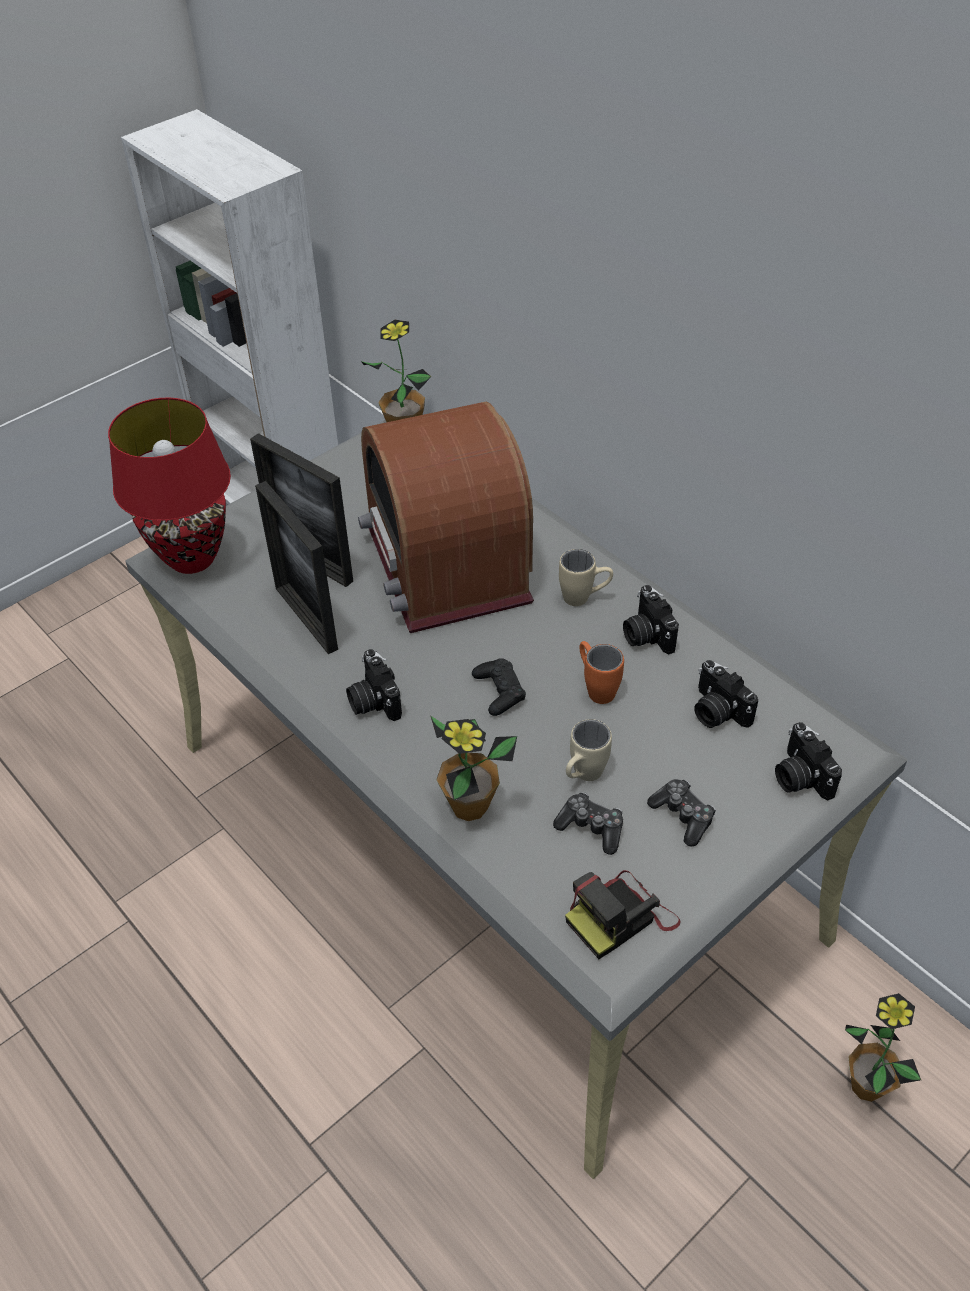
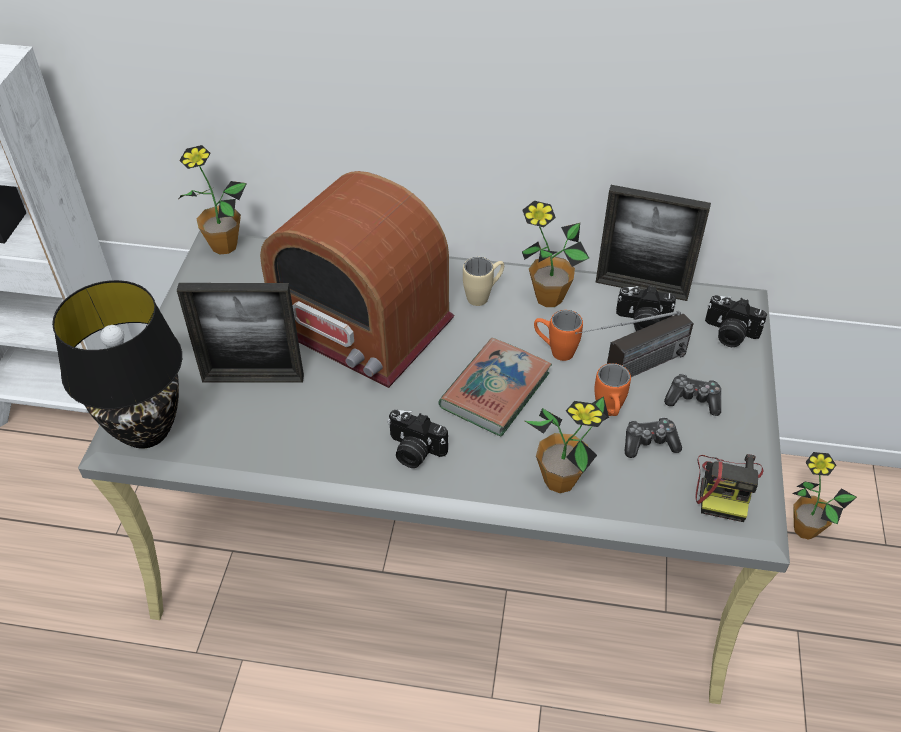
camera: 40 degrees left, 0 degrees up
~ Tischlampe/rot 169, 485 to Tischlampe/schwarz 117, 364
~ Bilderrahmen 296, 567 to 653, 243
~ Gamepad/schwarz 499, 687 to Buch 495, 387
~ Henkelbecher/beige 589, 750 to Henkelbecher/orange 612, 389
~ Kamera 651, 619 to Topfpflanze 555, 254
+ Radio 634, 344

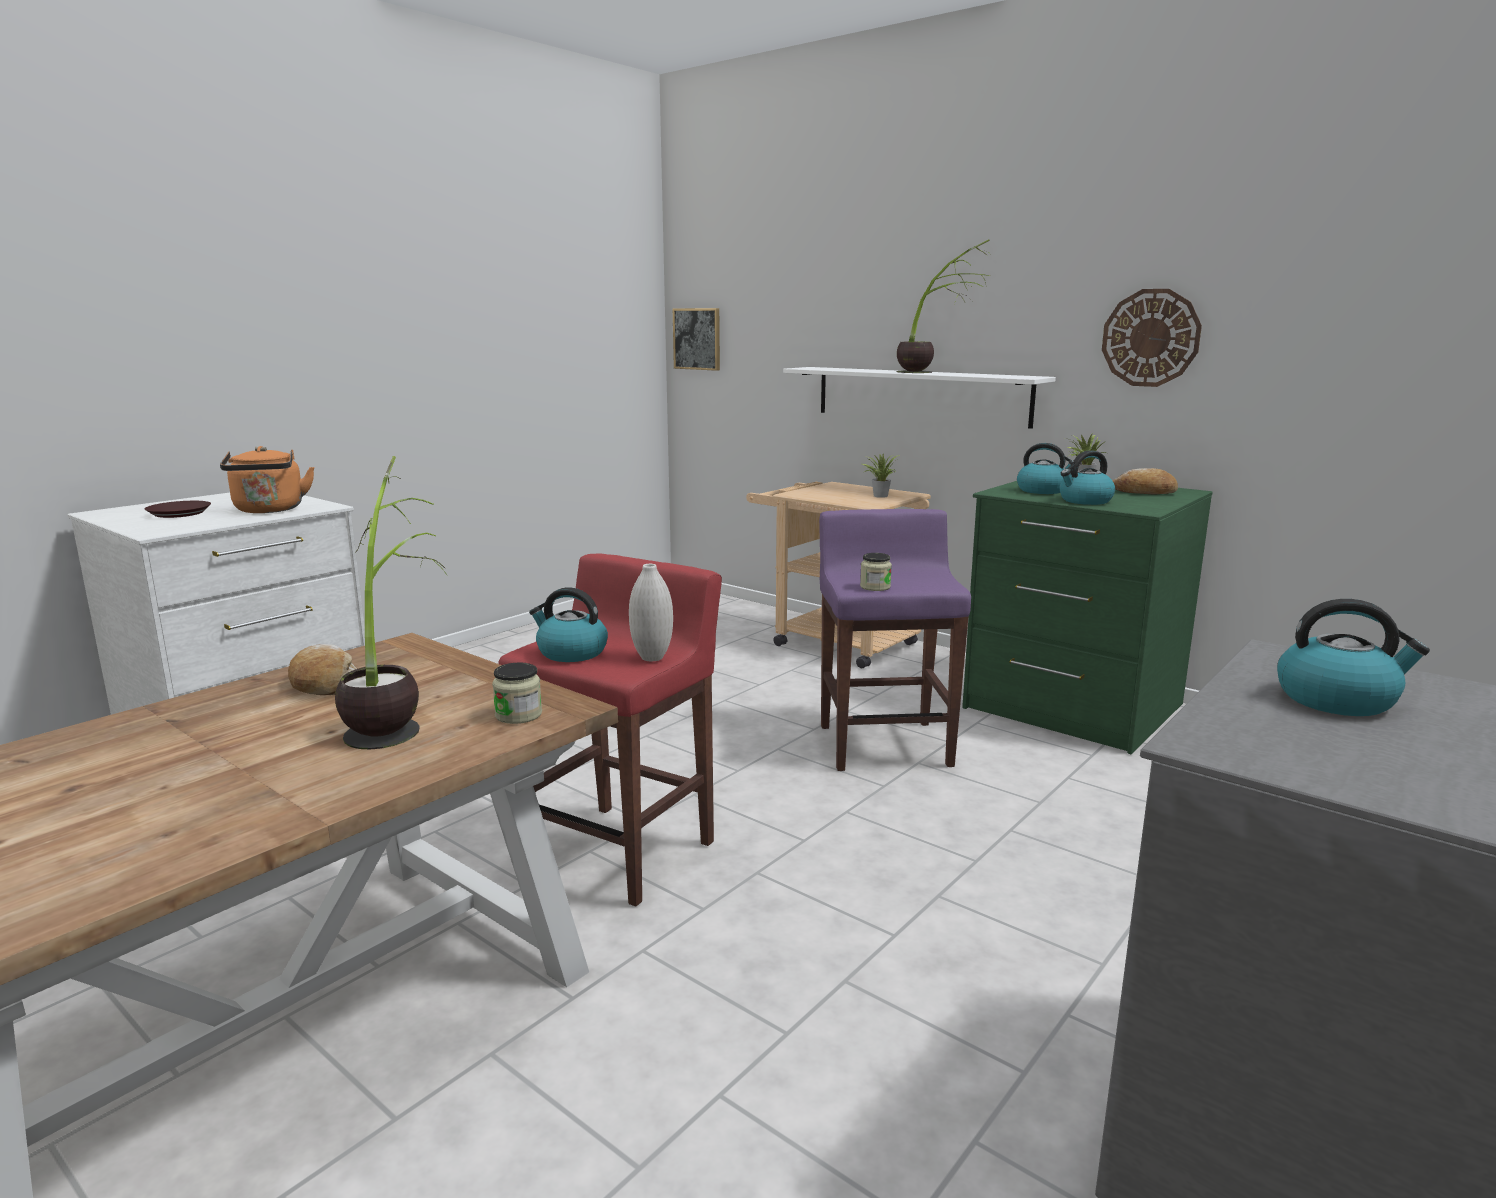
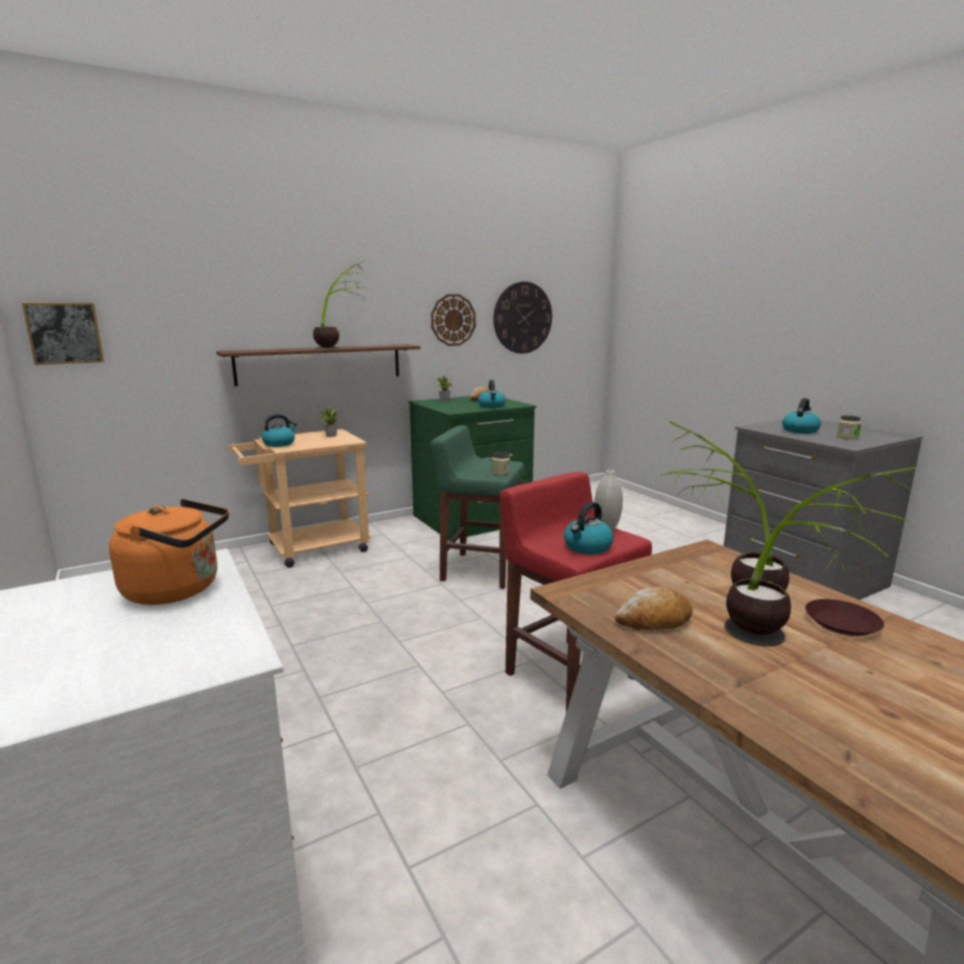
camera: 70 degrees left, 0 degrees up
~ Teller/braun 177, 509 to 844, 617
~ Vorratsglas 517, 693 to 849, 427
~ Wandregal/weiß 919, 398 to Wandregal/braun 318, 365
~ Hocker/lila 895, 640 to Hocker/grün 477, 507
~ Wasserkessel 1045, 468 to 279, 430
+ Wanduhr 522, 318
+ Topfpflanze 820, 556

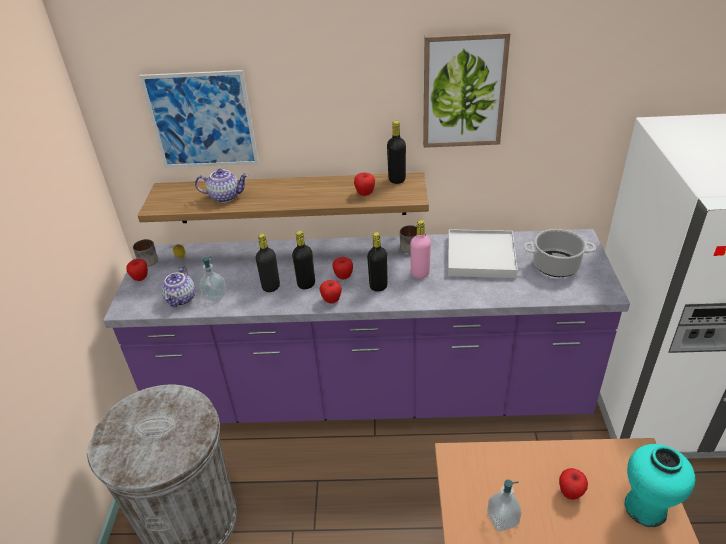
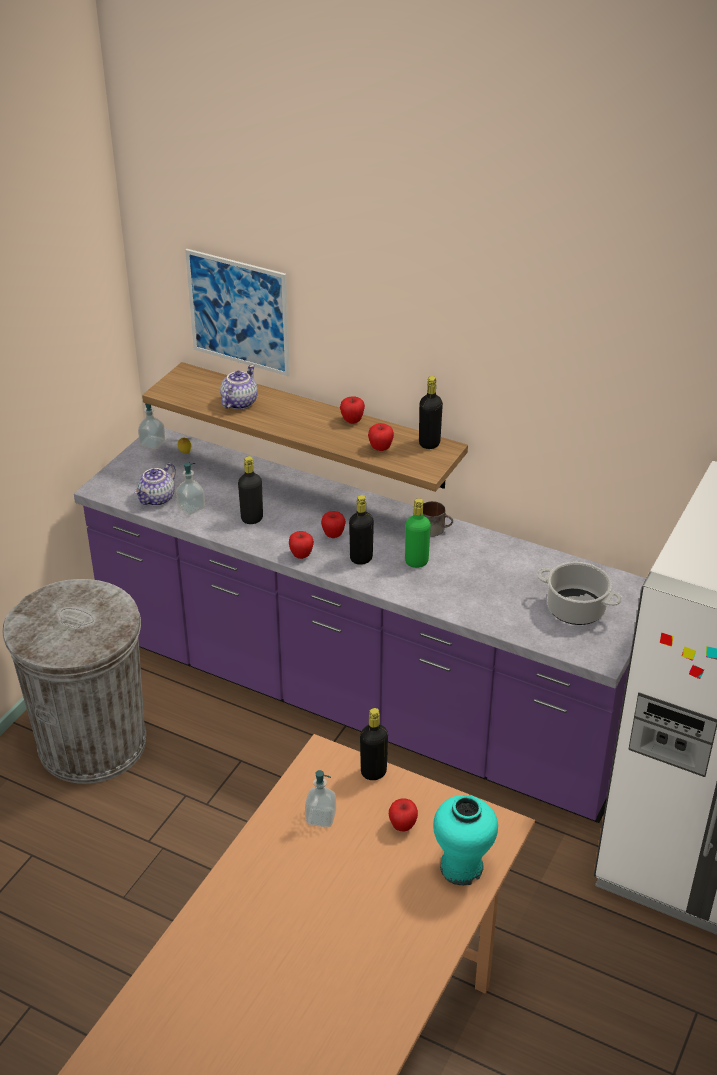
camera: 25 degrees right, 0 degrees up
~ Apfel 137, 270 to 352, 410
~ Henkelbecher 145, 253 to Seifenspender 151, 426
~ Teekanne 221, 186 = 239, 387 90 degrees counterclockwise
~ Flasche/schwarz 303, 260 to 374, 744
~ Flasche/rosa 420, 249 to Flasche/grün 418, 533
- Bild 466, 89
- Tablett/weiß 483, 253

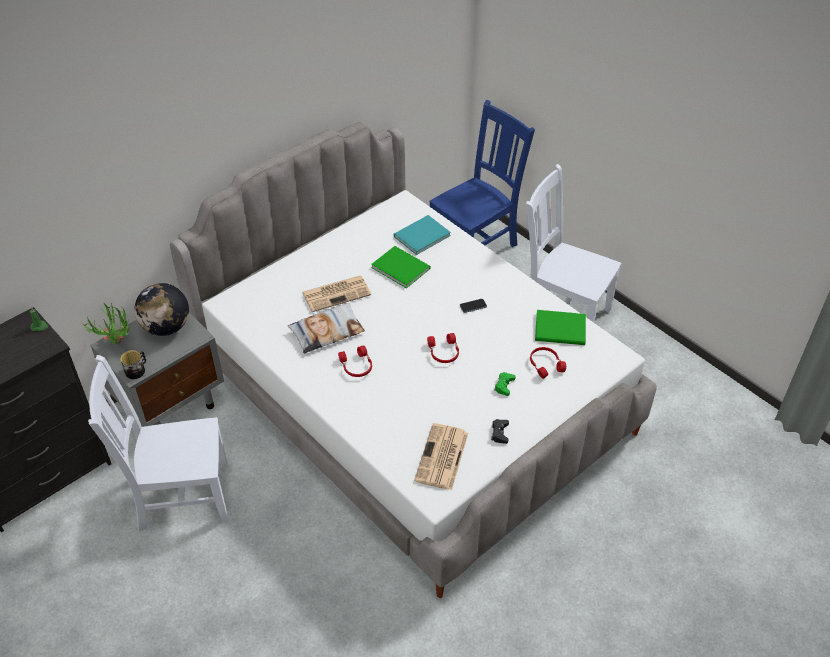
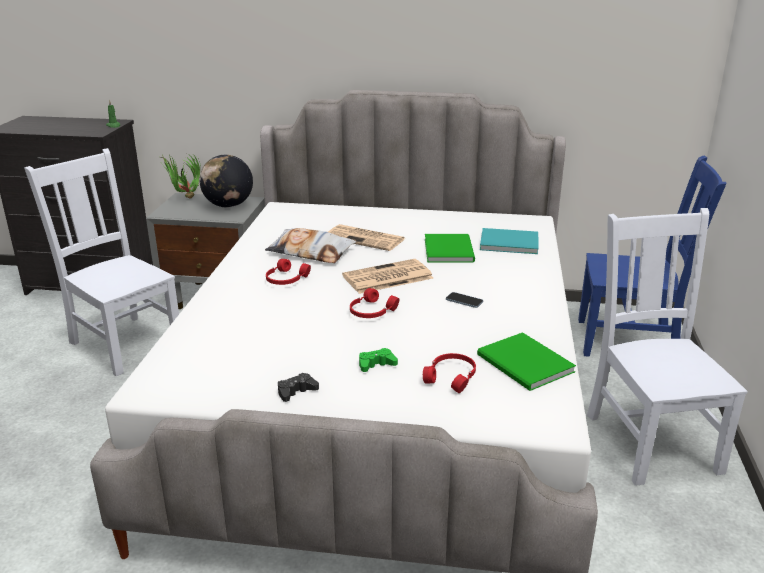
camera: 50 degrees right, 20 degrees down
- Henkelbecher 133, 364
~ Zeitung 441, 456 to 387, 276

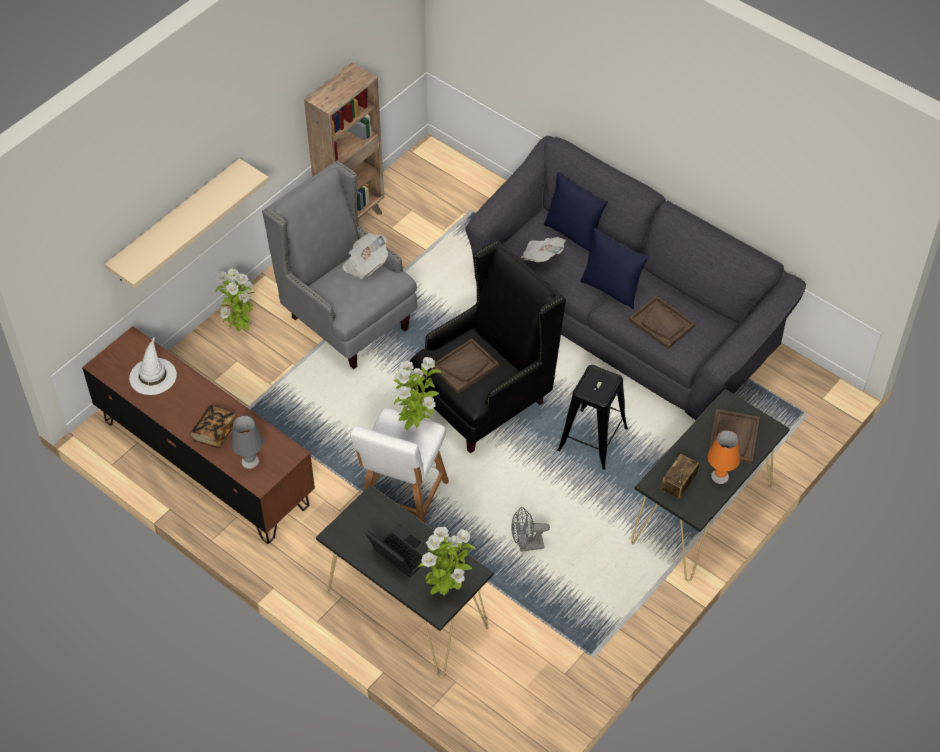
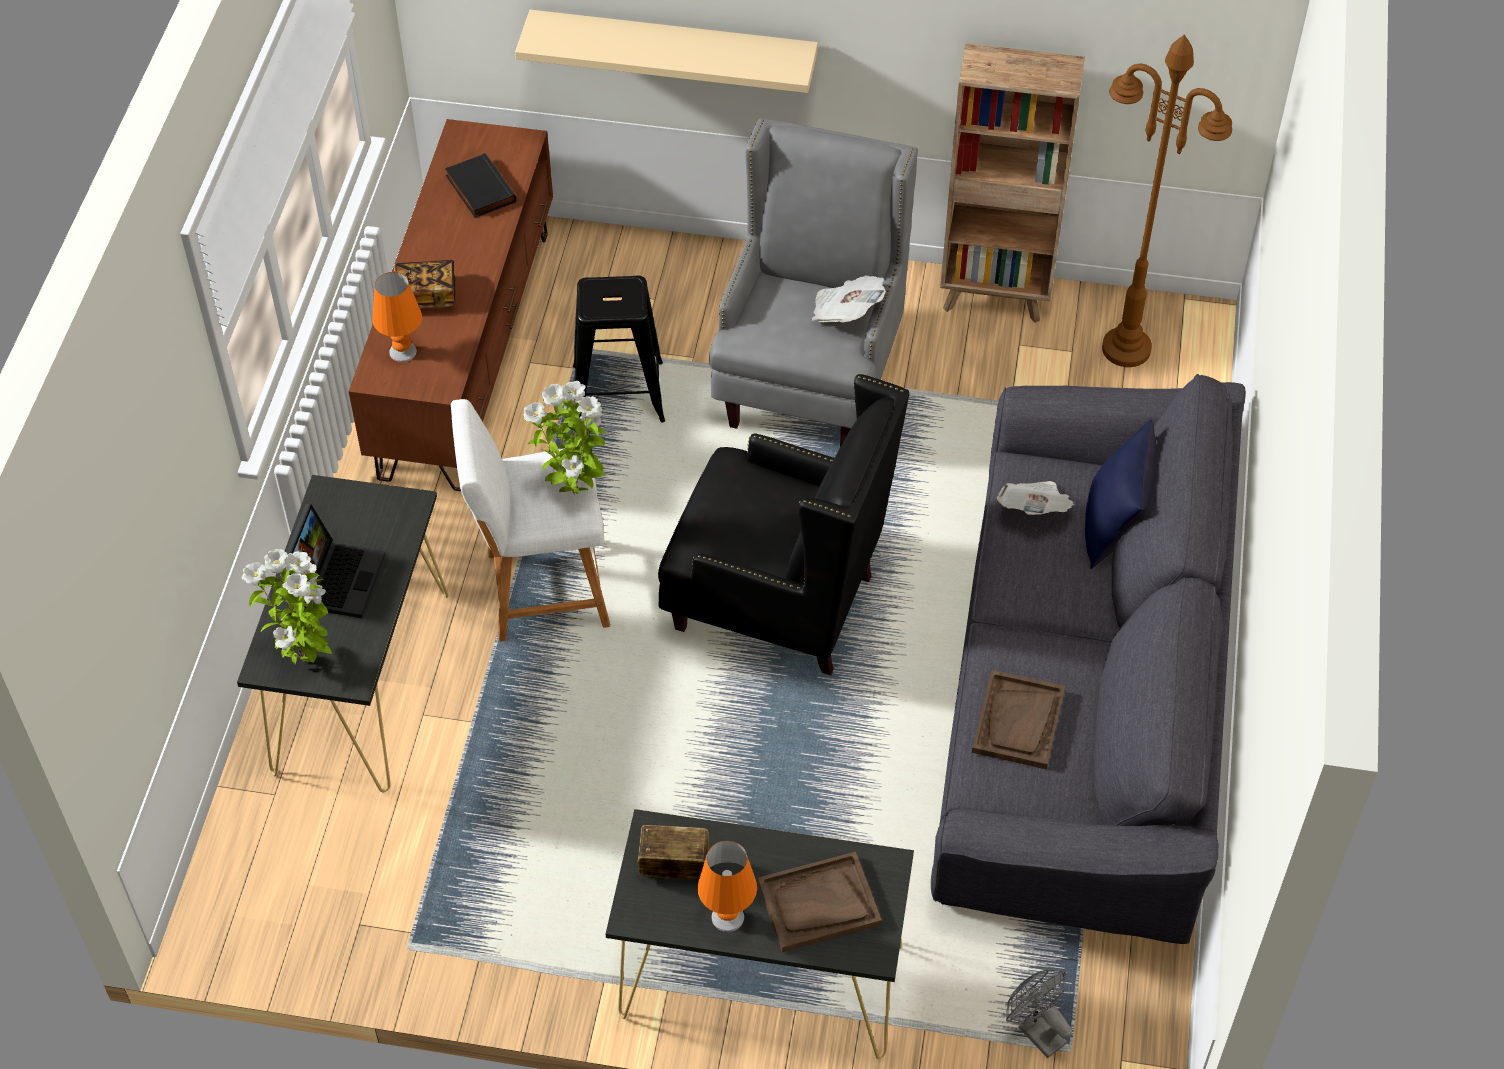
camera: 60 degrees right, 0 degrees up
~ Hut/weiß 153, 366 to Buch/schwarz 481, 185
- Topfpflanze 235, 300
~ Tischlampe/grau 247, 442 to Tischlampe/orange 397, 317
- Tablett/braun 465, 366
~ Ventilator/grau 530, 529 to 1039, 1013
~ Hocker/schwarz 592, 417 to 619, 349
- Kissen/blau 614, 268
+ Stehlampe/braun 1167, 201

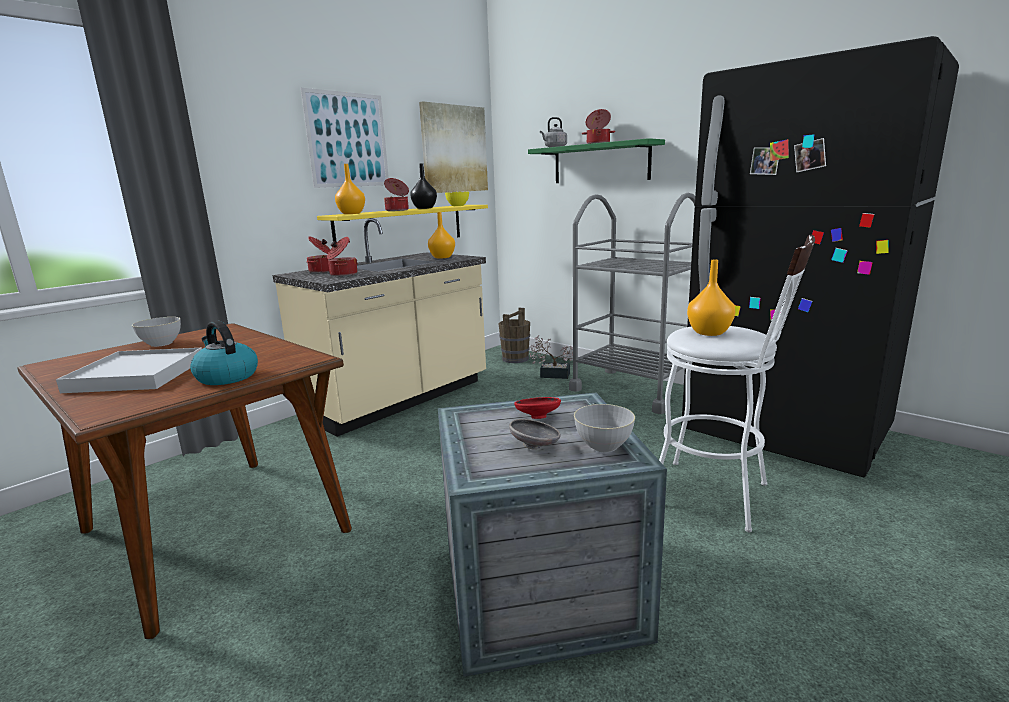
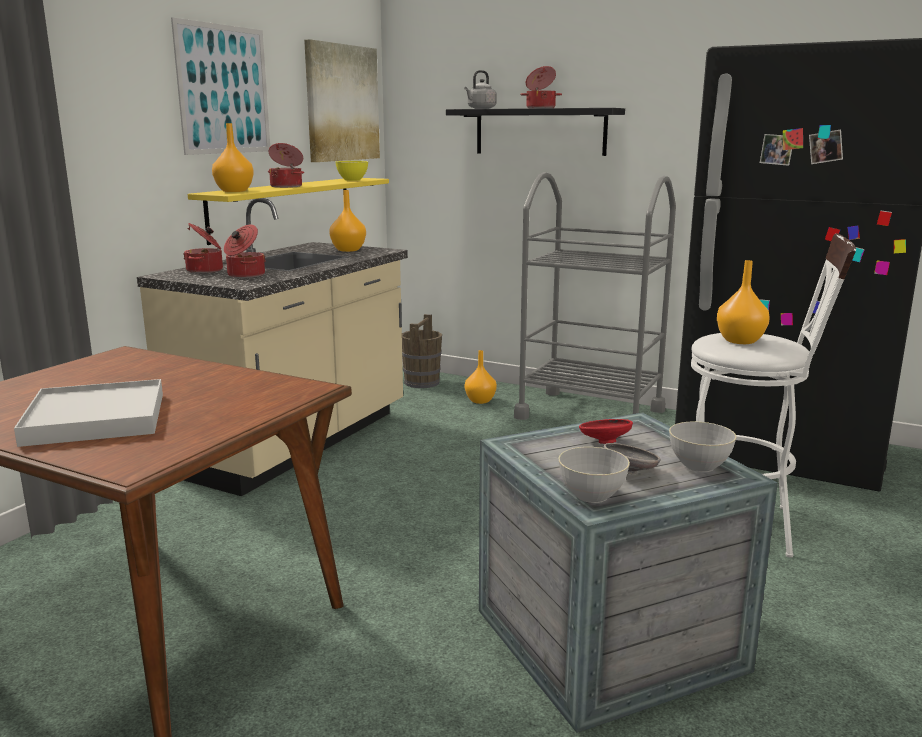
camera: 15 degrees left, 0 degrees up
~ Schüssel/grau 156, 332 to 594, 475
- Wasserkessel 224, 353
- Vase/schwarz 423, 186
~ Wandregal/grün 596, 160 to Wandregal/schwarz 535, 132
~ Topfpflanze 551, 357 to Vase/orange 481, 377

